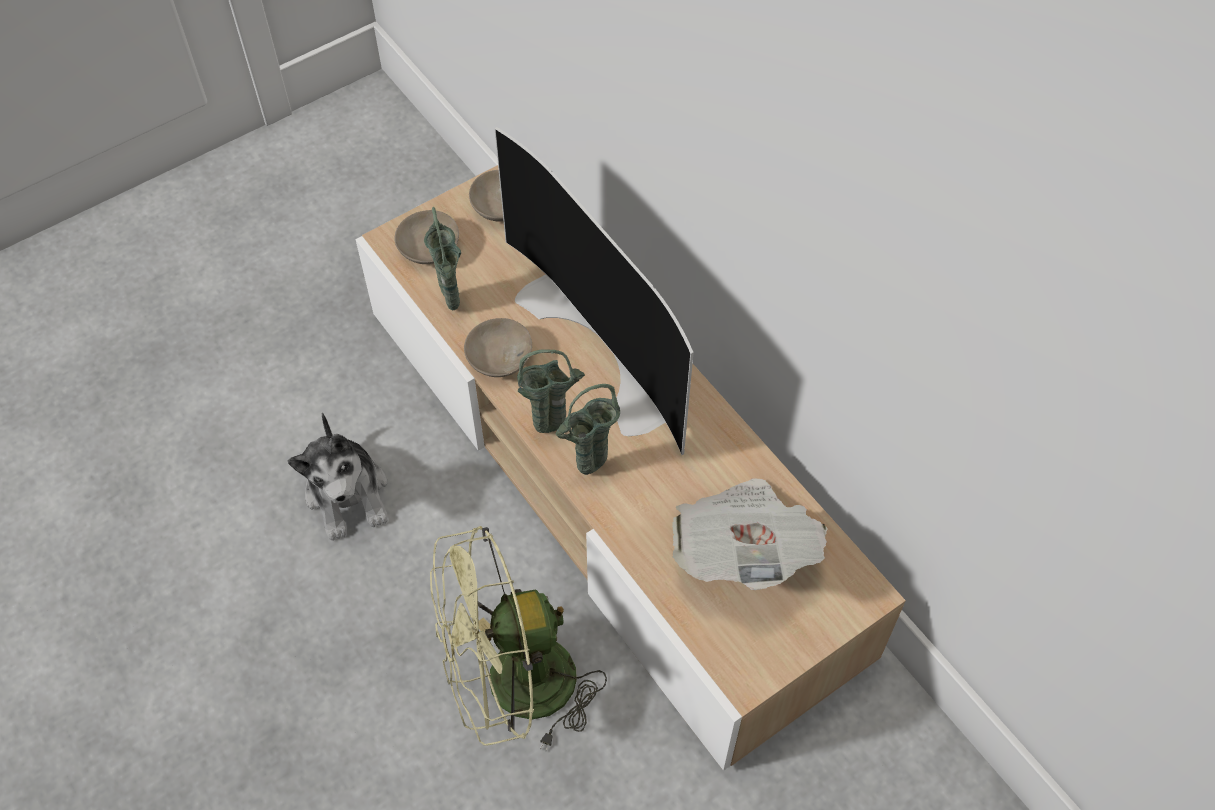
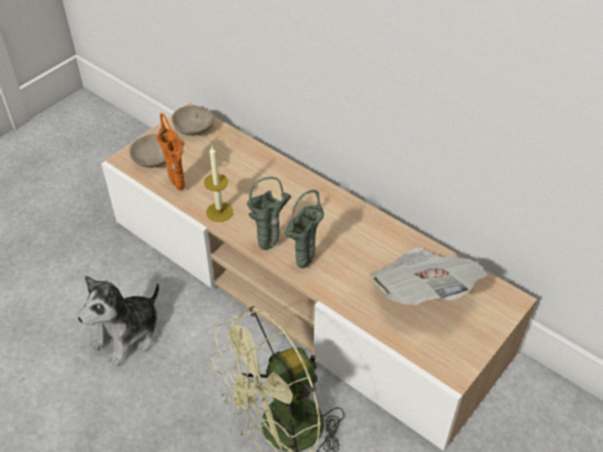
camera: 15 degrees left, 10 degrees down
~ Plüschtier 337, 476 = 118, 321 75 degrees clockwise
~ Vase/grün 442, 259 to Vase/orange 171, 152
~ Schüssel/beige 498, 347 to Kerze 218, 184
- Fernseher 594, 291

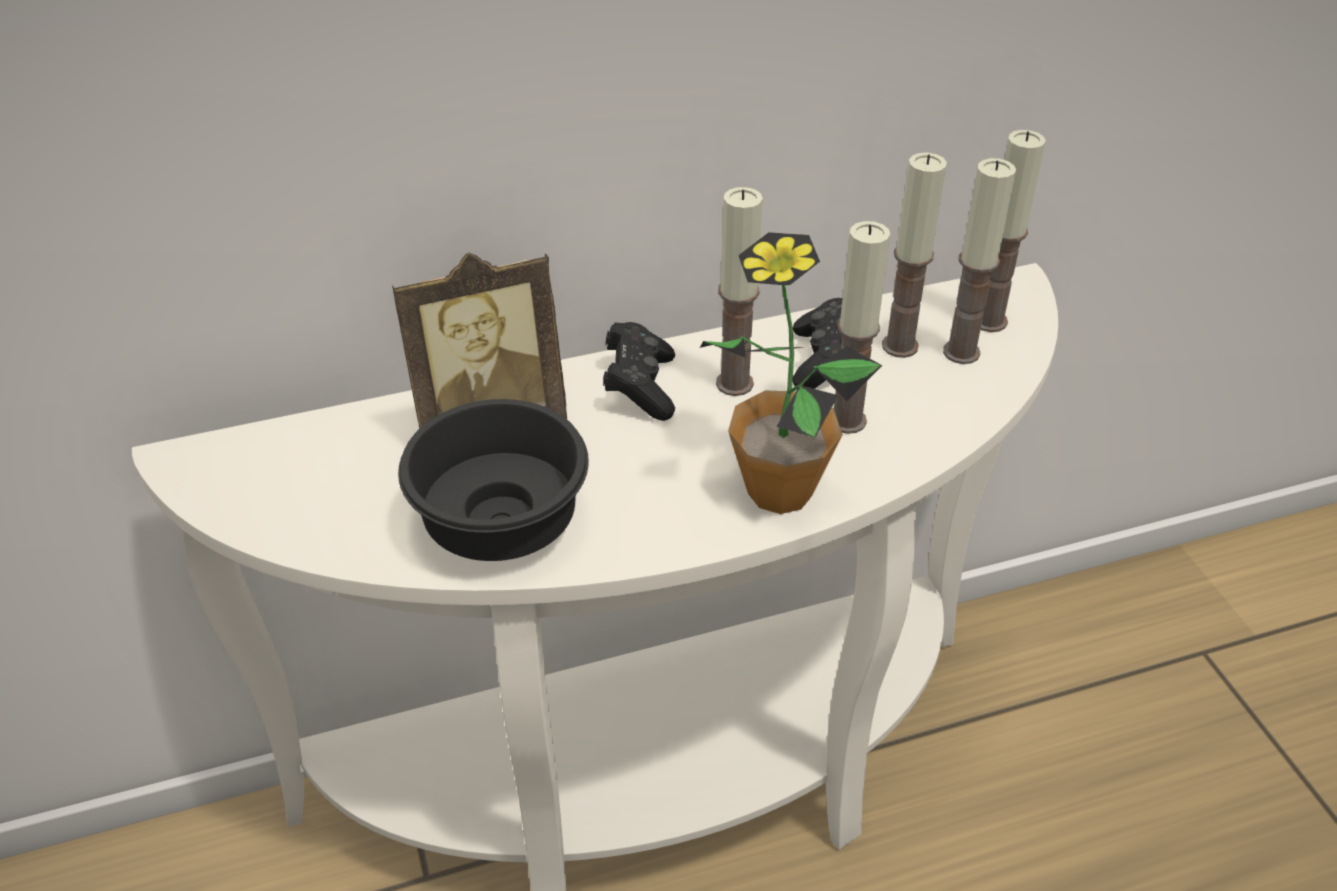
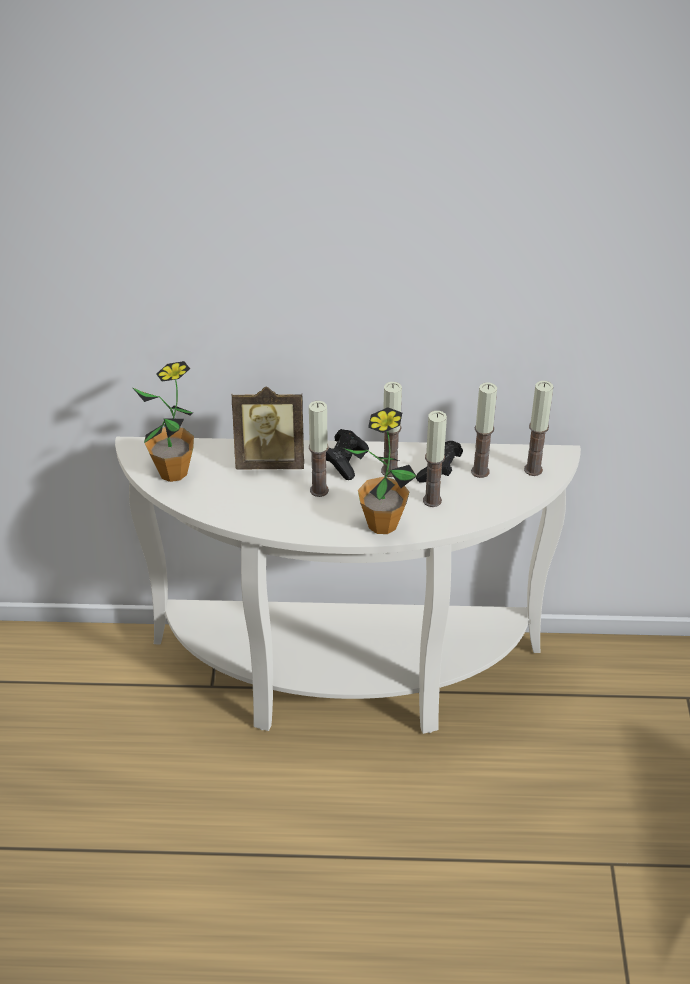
camera: 20 degrees right, 0 degrees up
- Schüssel/schwarz 493, 480
~ Kerze 979, 261 to 319, 449
+ Topfpflanze 163, 421

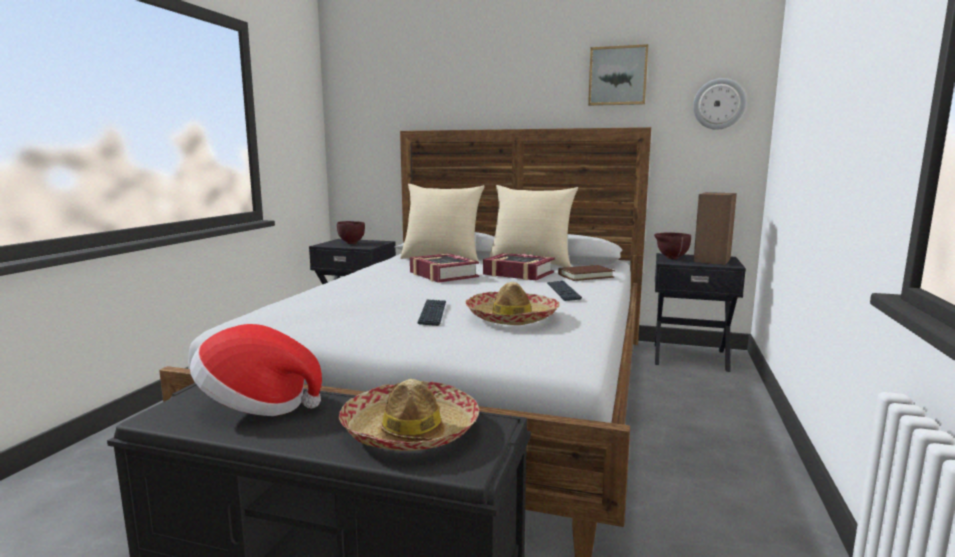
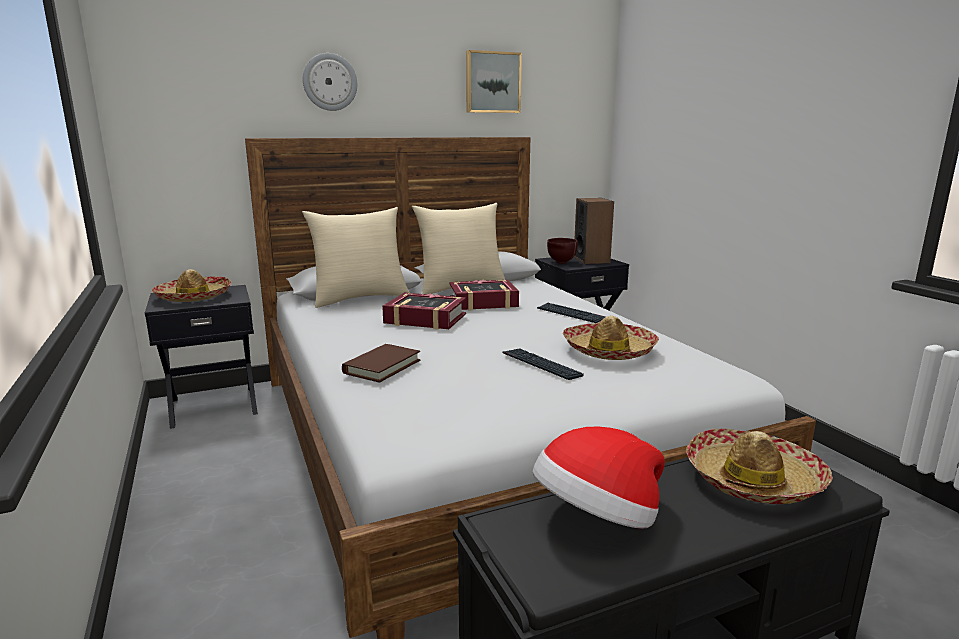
camera: 40 degrees left, 5 degrees up
~ Schüssel/braun 351, 232 to Hut 191, 285
~ Buch/braun 586, 273 to 381, 363
~ Wanduhr 719, 104 to 330, 82

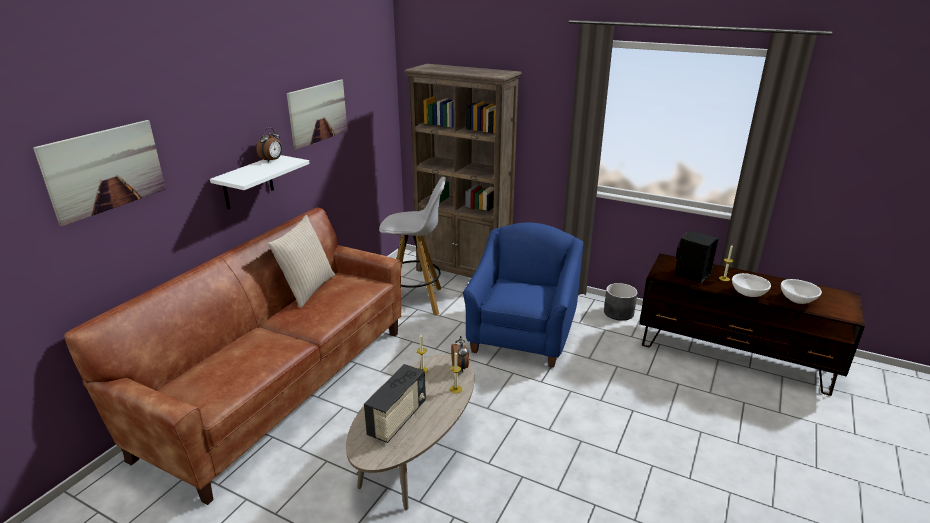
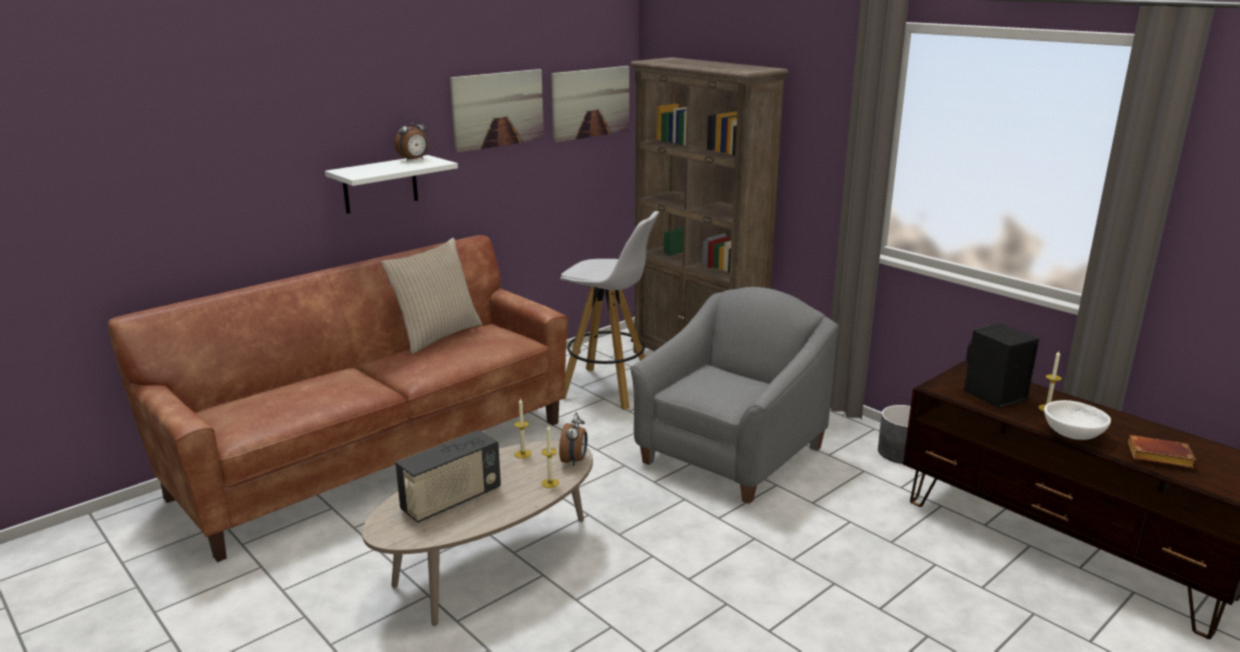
camera: 20 degrees right, 5 degrees down
~ Bild 99, 173 to 590, 104
~ Sessel/blau 523, 295 to Sessel/grau 734, 395
~ Schüssel/weiß 801, 291 to Buch/braun 1162, 451

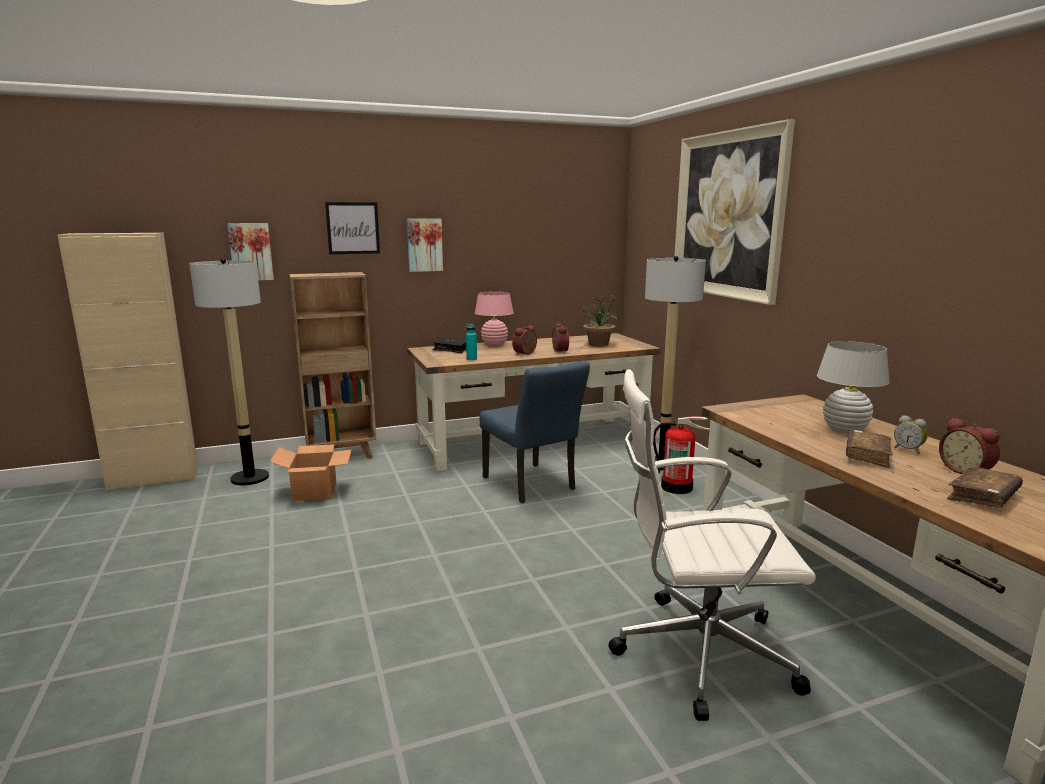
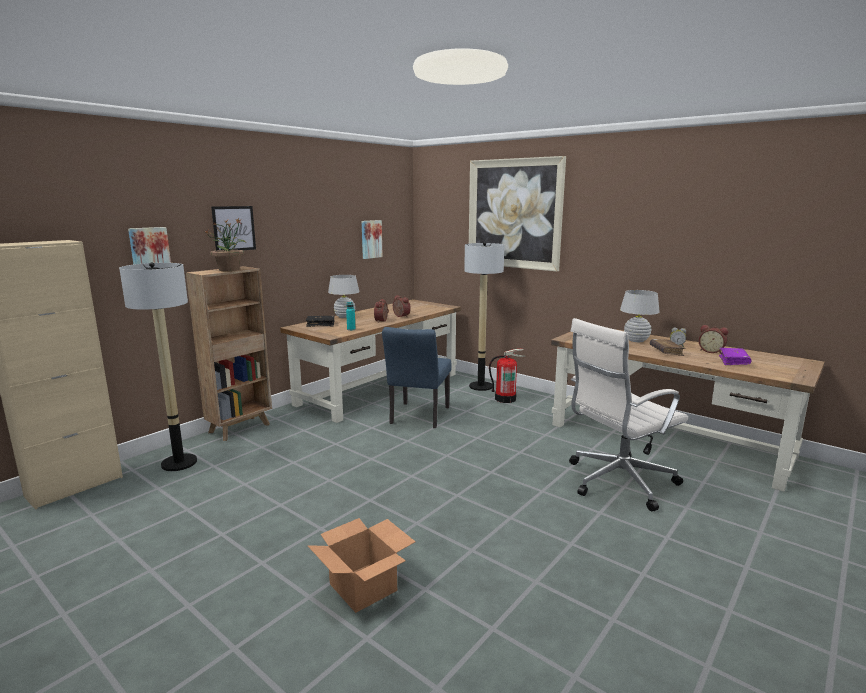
camera: 30 degrees left, 0 degrees up
~ Karton 311, 472 to 361, 565
~ Bild 425, 245 to 372, 239
~ Tischlampe/rosa 494, 318 to Tischlampe/weiß 344, 296
~ Stuhl/blau 535, 431 = 417, 377 75 degrees clockwise
~ Topfpflanze 600, 320 to 226, 244
~ Buch/braun 985, 486 to Buch/lila 735, 356

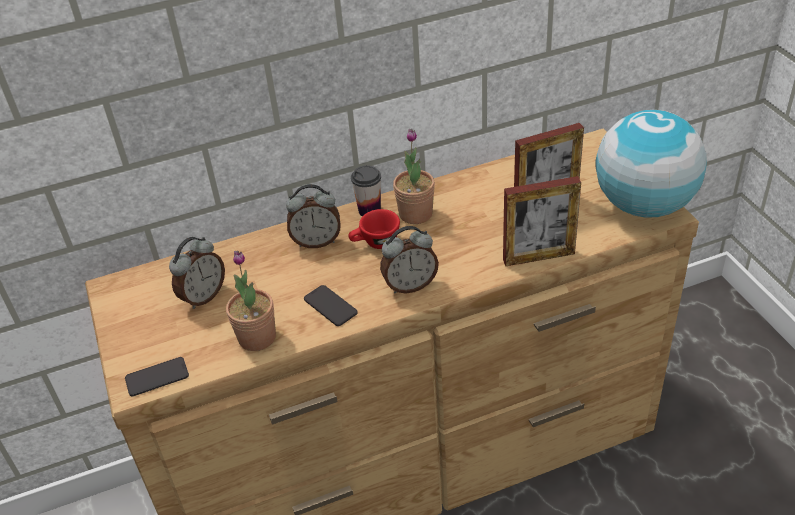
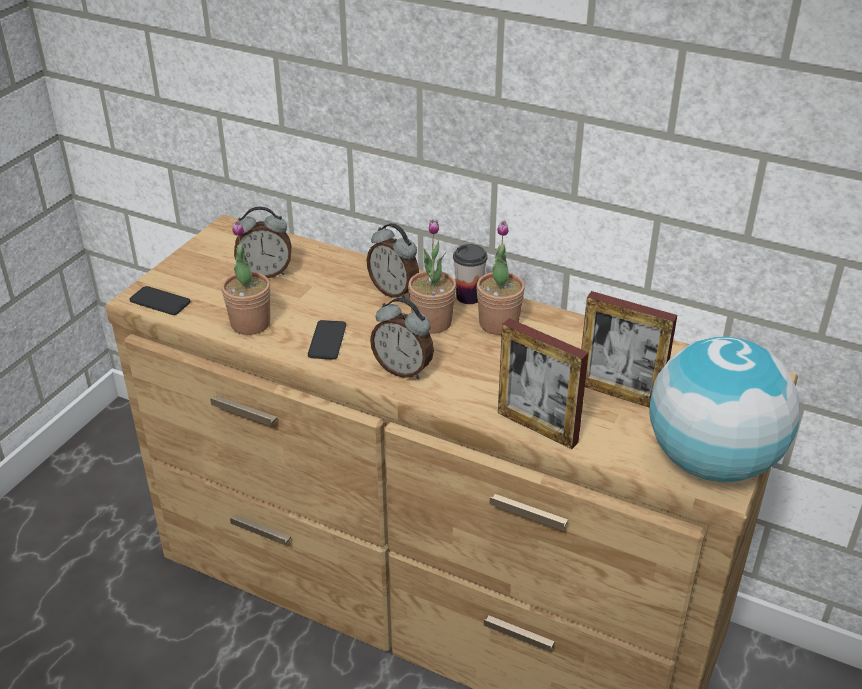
camera: 45 degrees right, 5 degrees down
~ Tasse/rot 374, 229 to Topfpflanze 432, 276

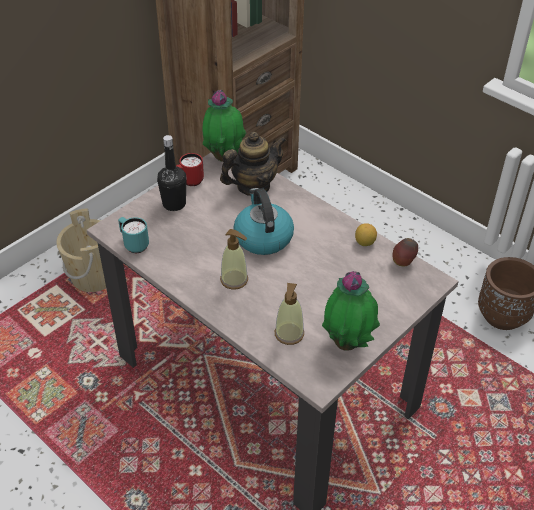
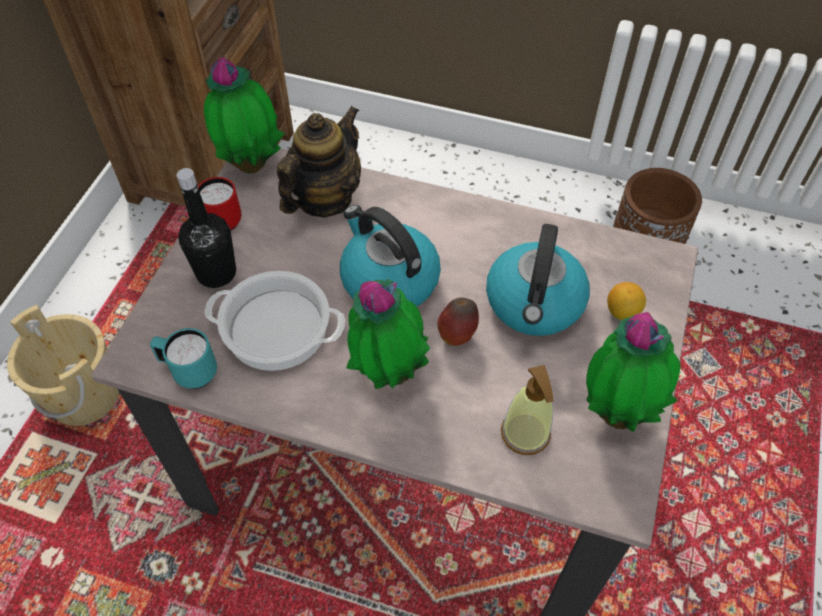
camera: 25 degrees left, 10 degrees up
~ Seifenspender 234, 259 to Topfpflanze 388, 334
~ Zitrone 366, 234 to 626, 301
~ Apfel 405, 252 to 458, 322
+ Kochtopf 275, 321
+ Wasserkessel 538, 280

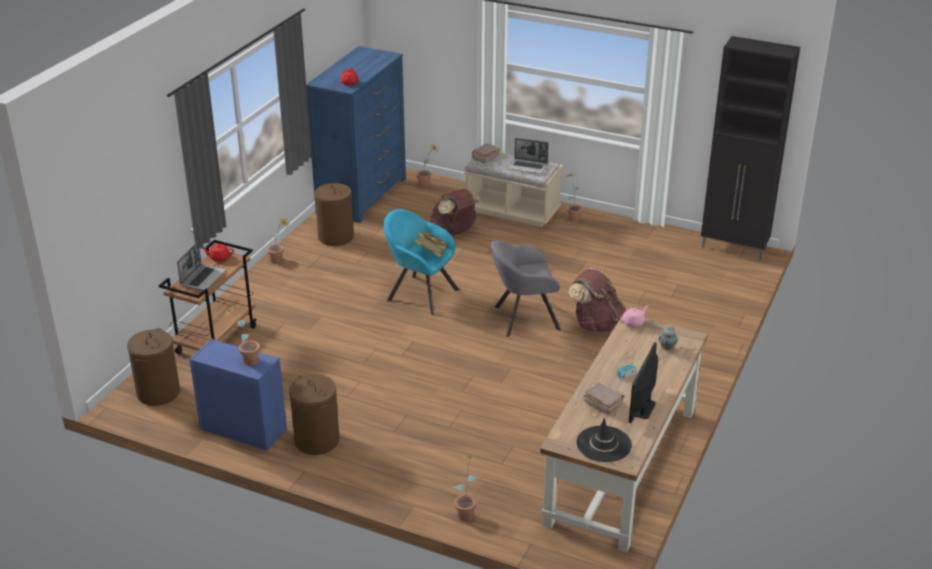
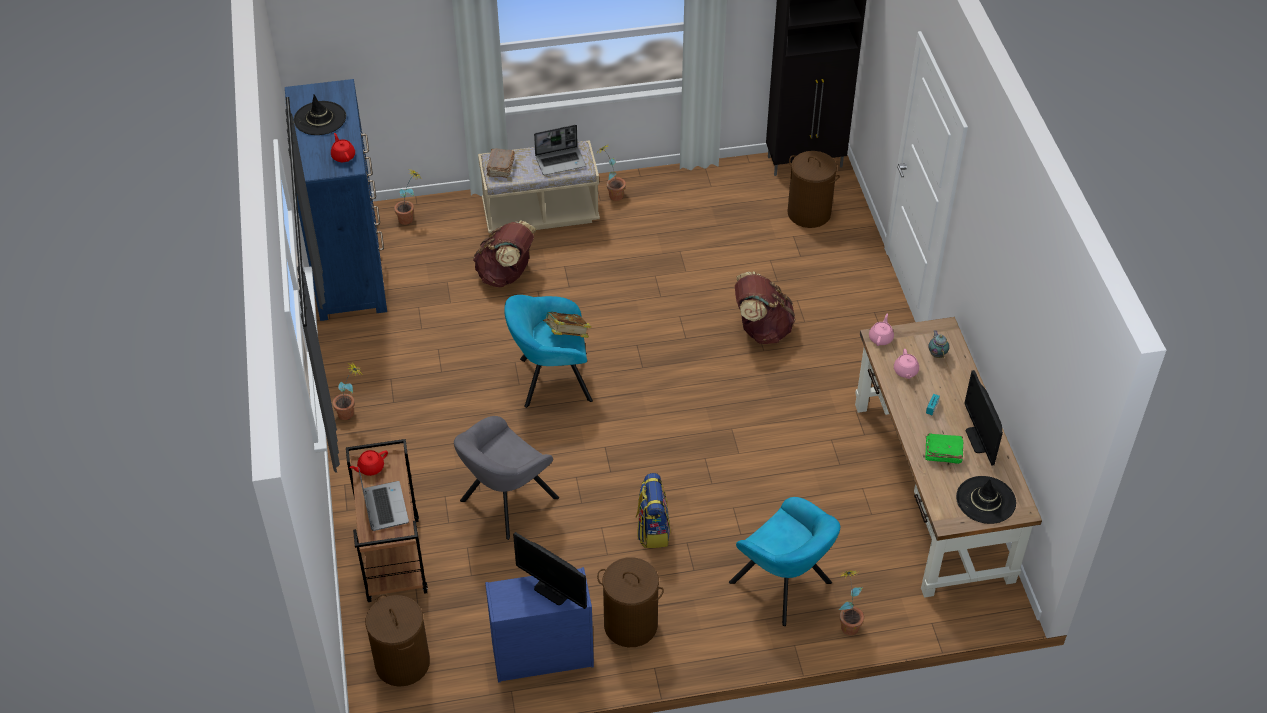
camera: 35 degrees left, 15 degrees up
~ Topfpflanze 242, 335 to Monitor 550, 570
~ Wäschekorb/braun 334, 214 to 813, 189
~ Sessel/grau 526, 289 to 506, 478
~ Buch/braun 603, 398 to Buch/grün 943, 448
+ Hut/schwarz 320, 115
+ Rucksack 653, 510
+ Sessel/türkis 784, 561
+ Teekanne/rosa 906, 364

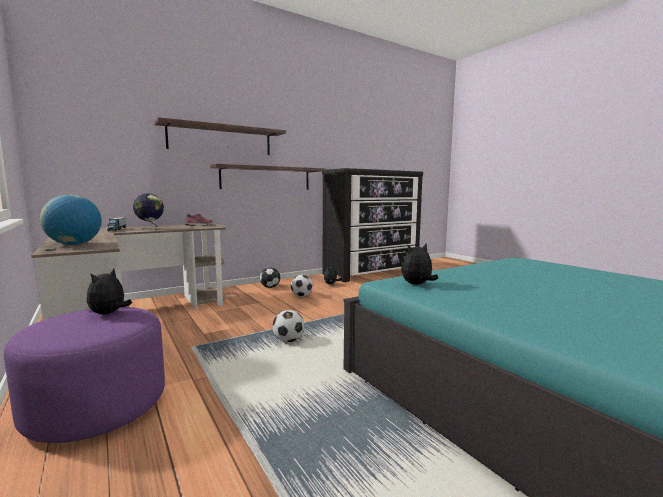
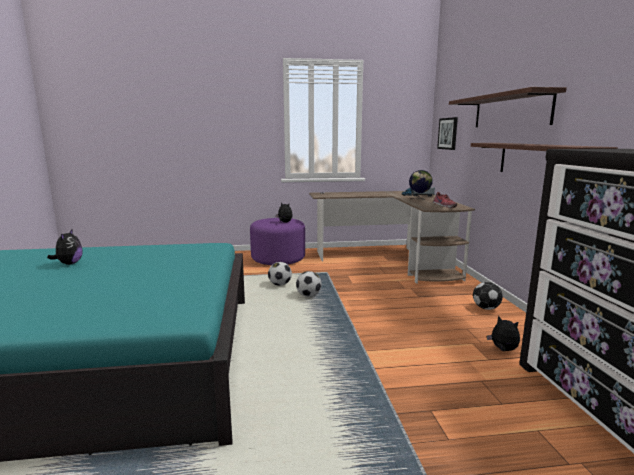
camera: 115 degrees right, 5 degrees up
- Globus 71, 220
~ Fußball 302, 285 to 280, 274
~ Plüschtier 419, 264 to 65, 247
+ Bild 447, 133

